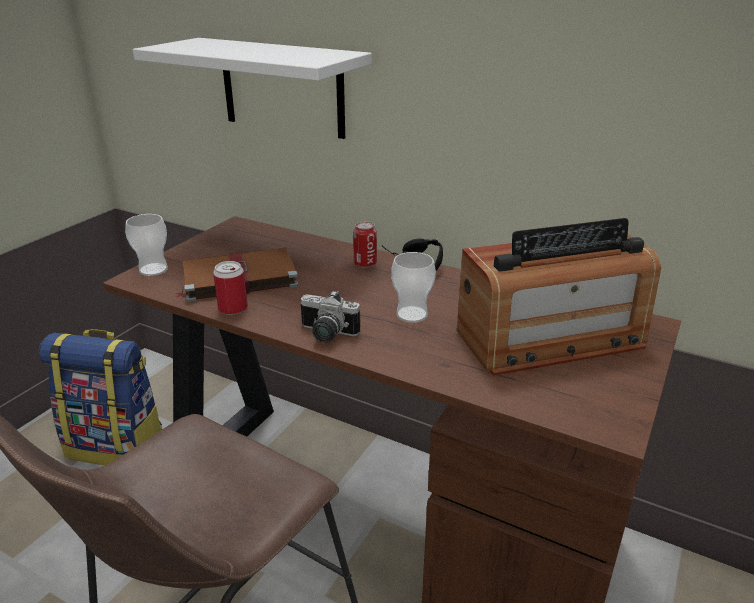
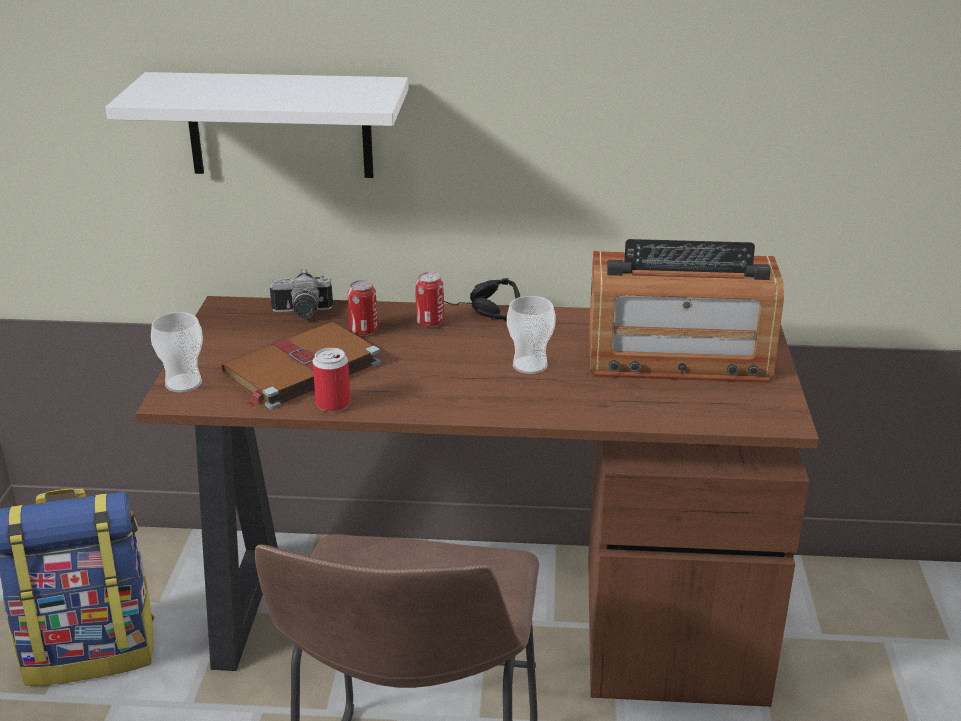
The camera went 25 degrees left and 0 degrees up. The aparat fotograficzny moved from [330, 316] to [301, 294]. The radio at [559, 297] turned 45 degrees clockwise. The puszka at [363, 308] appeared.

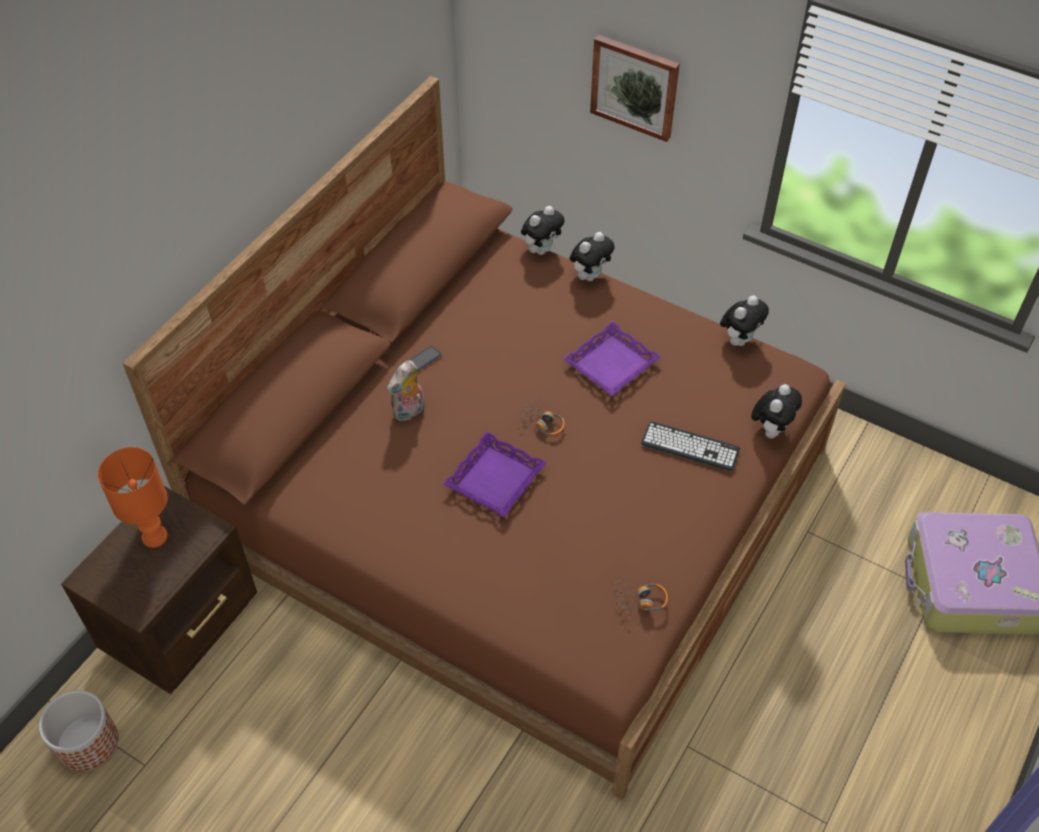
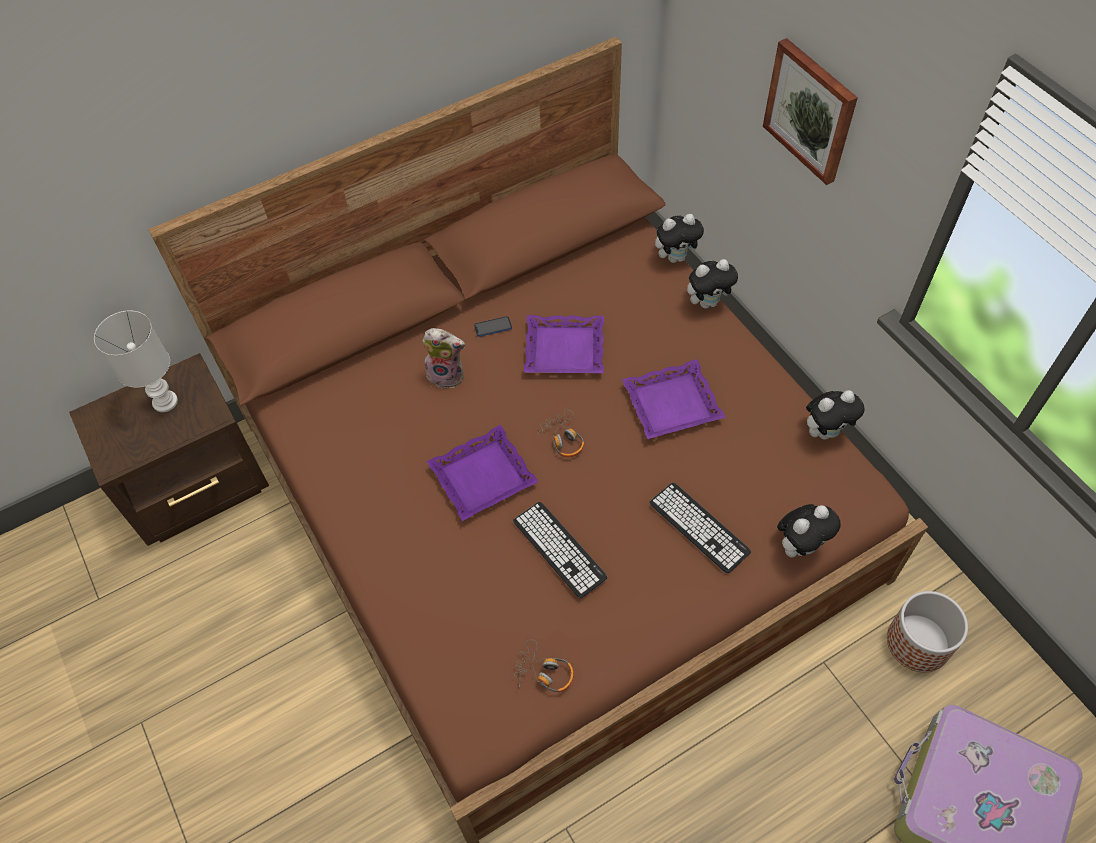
The camera went 30 degrees right and 5 degrees up. The donica moved from [78, 731] to [927, 631]. The lampa stołowa [pomarańczowy] at [133, 497] became the lampa stołowa [biały] at [136, 361]. The pluszak at [406, 391] turned 150 degrees counterclockwise. The klawiatura at [560, 550] appeared. The taca [fioletowy] at [564, 344] appeared.

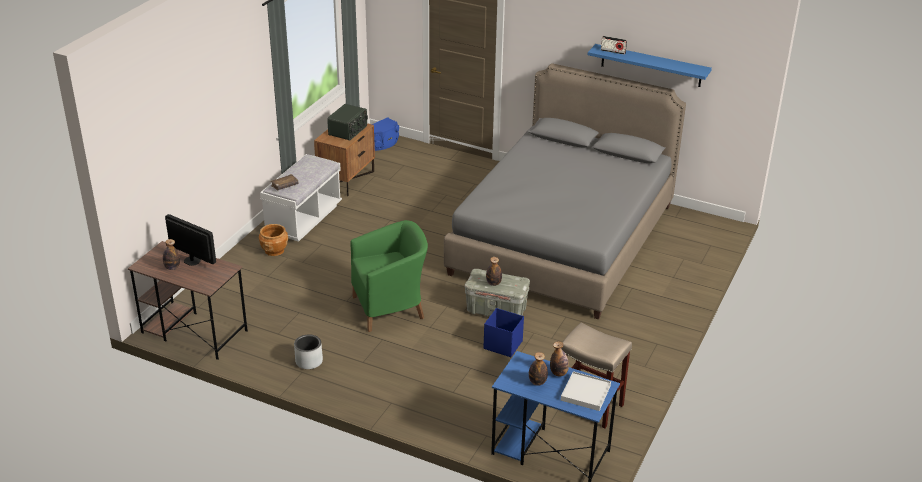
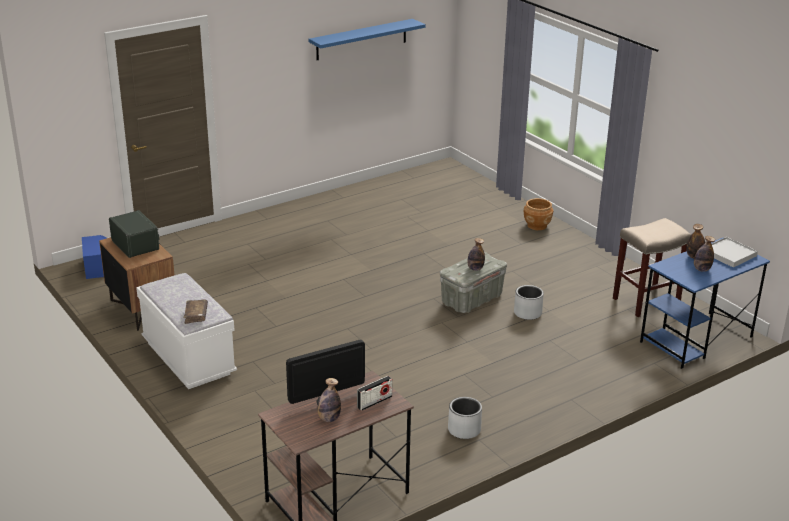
The camera went 60 degrees left and 5 degrees down. The donica [brązowy] moved from [274, 240] to [538, 214]. The fotel [zielony] at [389, 276] disappeared. The łóżko [szary] at [565, 191] disappeared. The pojemnik do przechowywania [niebieski] at [504, 332] was replaced by the donica [szary] at [529, 302]. The radio moved from [614, 45] to [374, 393].

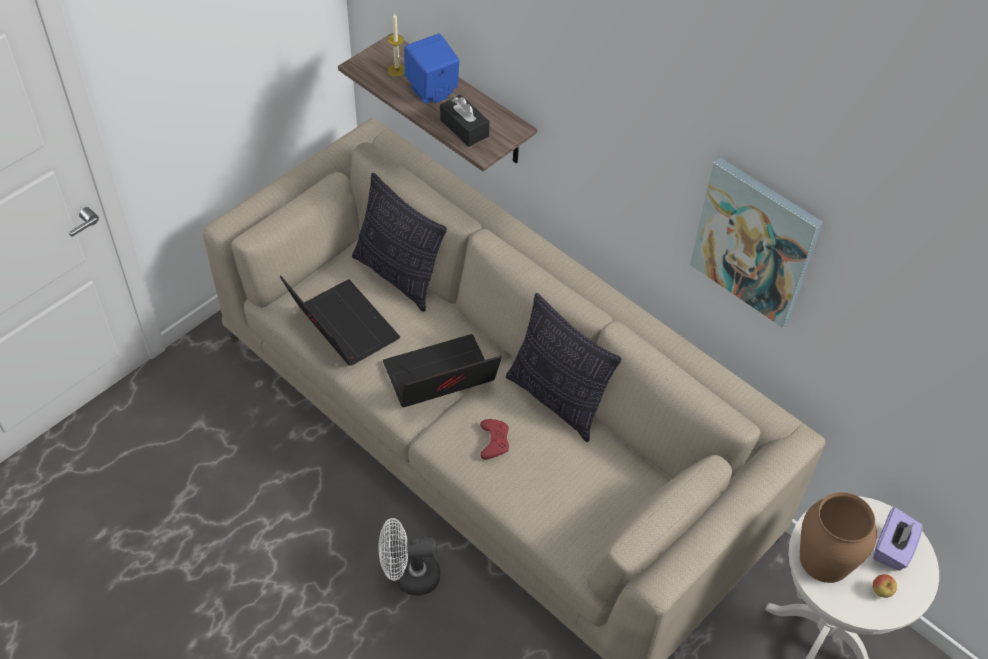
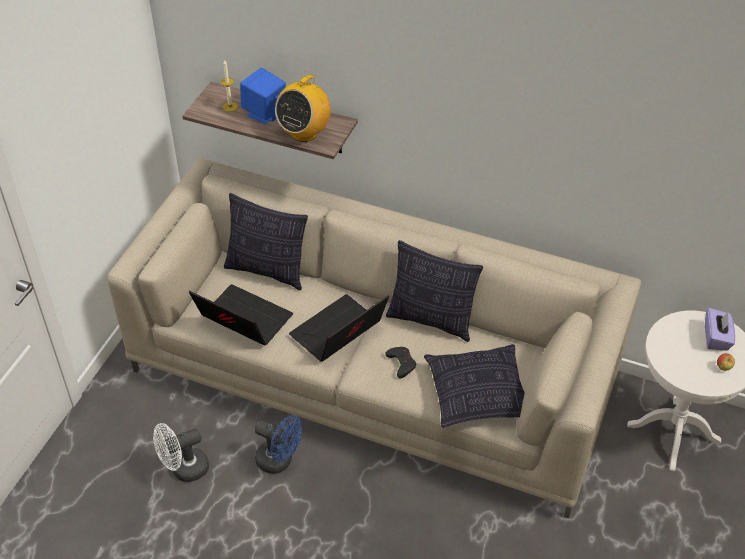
The camera went 20 degrees left and 5 degrees down. The wentylator [biały] moved from [409, 557] to [181, 452]. The pudełko chusteczek [czarny] at [464, 121] was replaced by the radio at [303, 108]. The pad do gier [czerwony] at [494, 439] became the pad do gier [czarny] at [400, 362]. The obraz at [756, 242] disappeared. The wazon [brązowy] at [838, 537] disappeared. The wentylator [niebieski] at [278, 444] appeared. The poduszka at [474, 385] appeared.

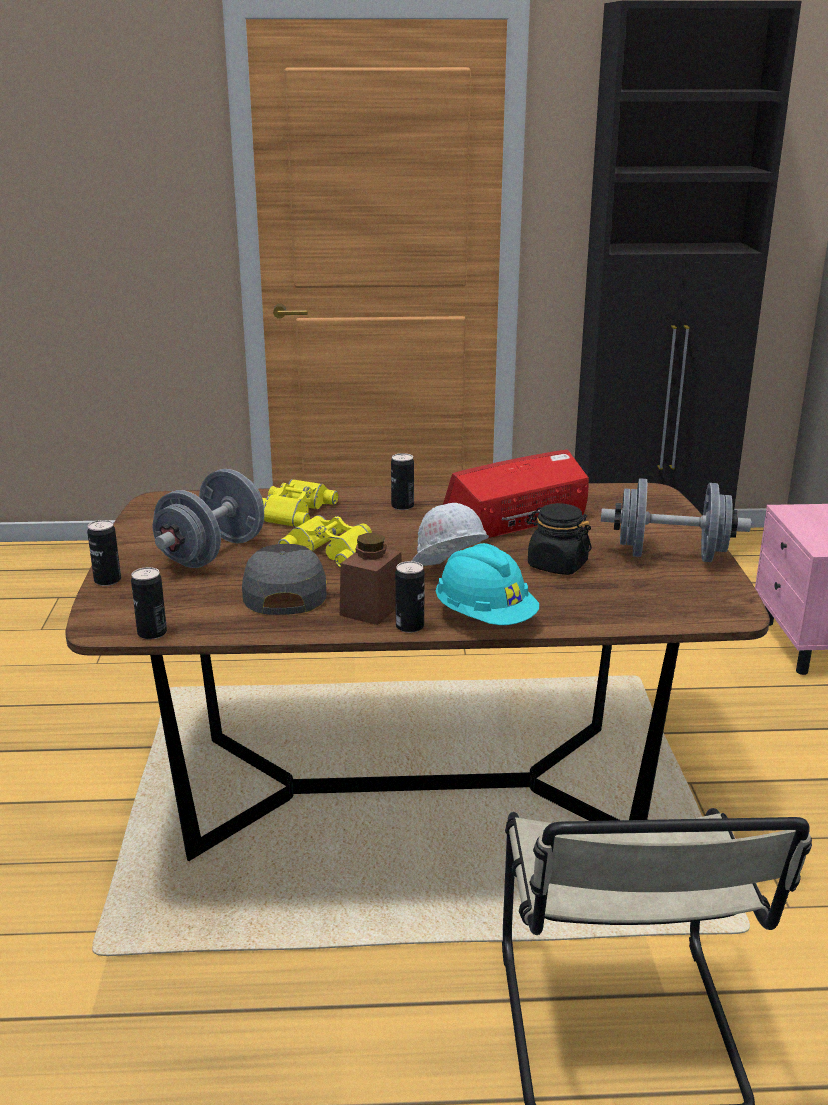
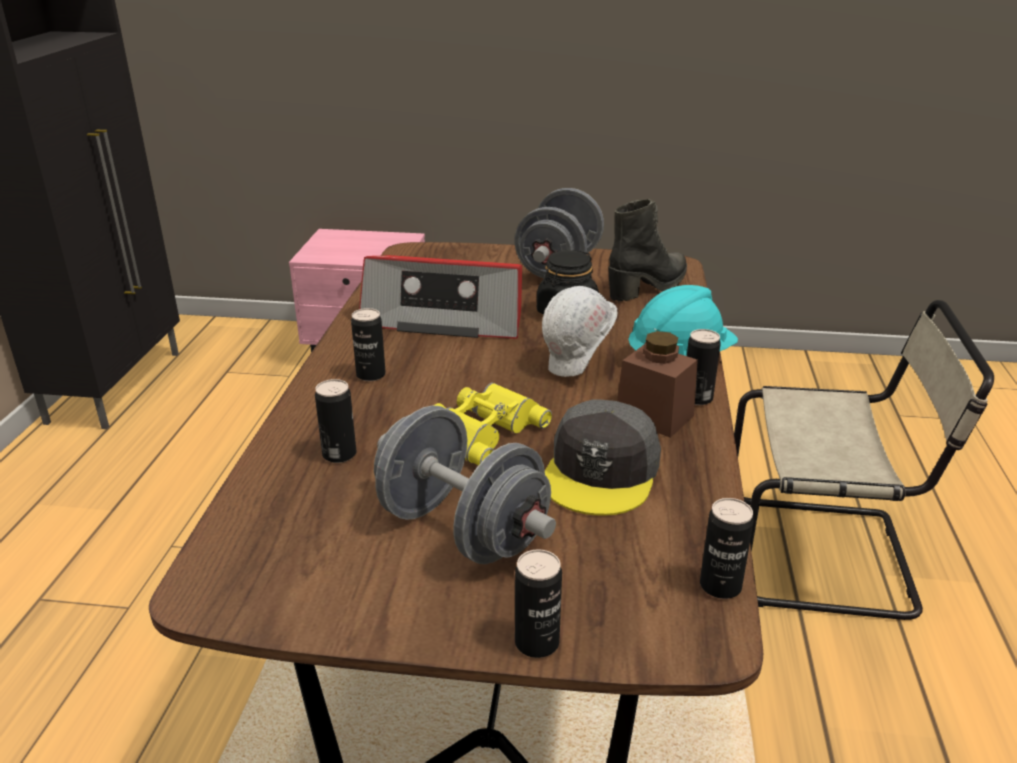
The camera went 80 degrees left and 5 degrees up. The czapka z daszkiem [szary] at [284, 579] turned 75 degrees counterclockwise. The lornetka [żółty] at [300, 503] was replaced by the puszka at [335, 421]. The radio at [516, 494] turned 60 degrees counterclockwise. The but z cholewką [czarny] at [648, 250] appeared.

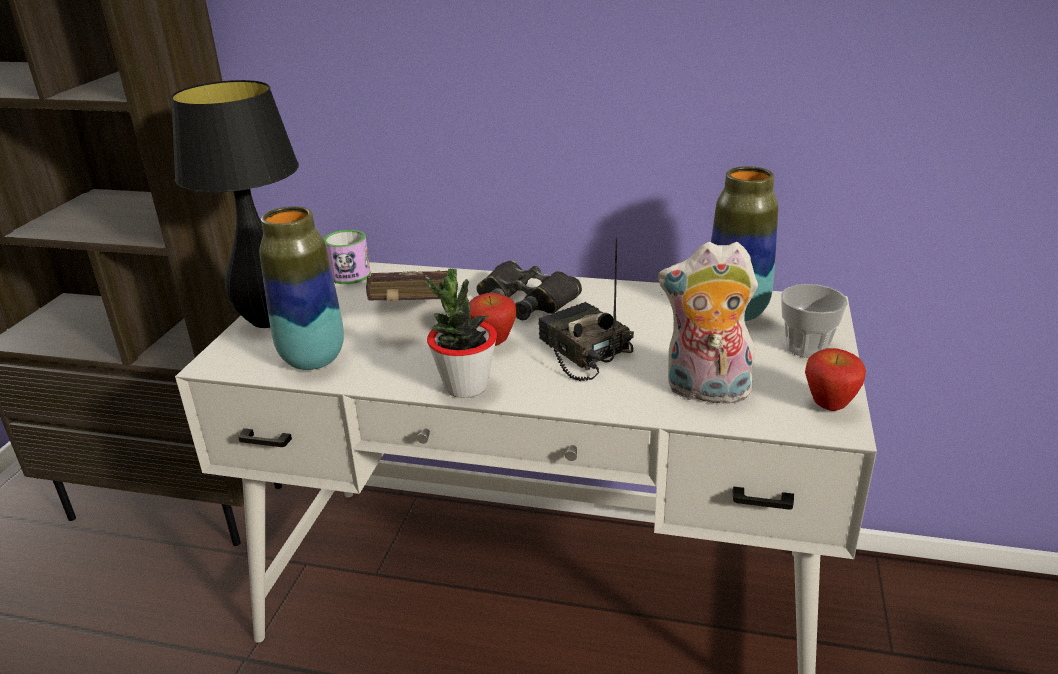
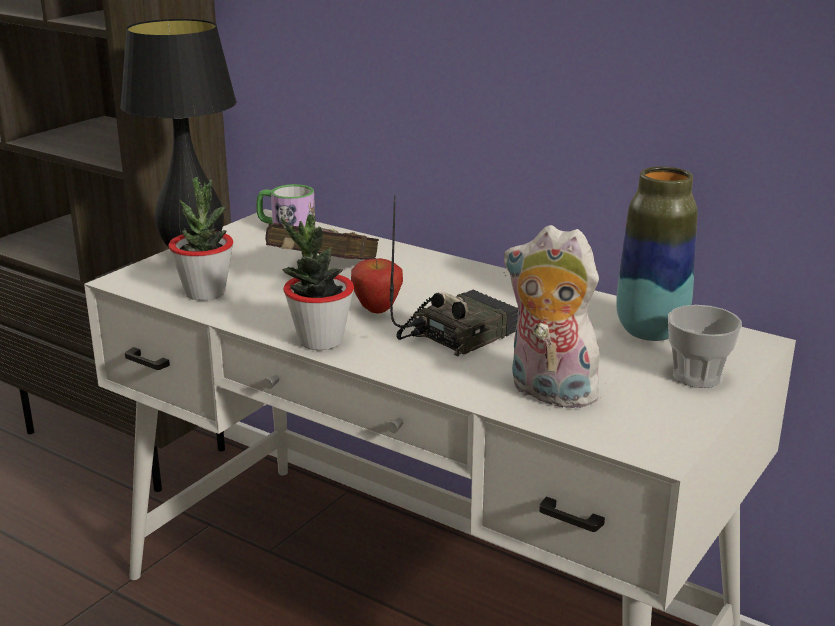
The camera went 20 degrees right and 5 degrees down. The wazon at [301, 288] was replaced by the roślina doniczkowa at [200, 239]. The lornetka [czarny] at [529, 290] disappeared. The radio at [586, 309] turned 60 degrees clockwise. The jabłko at [835, 379] disappeared.

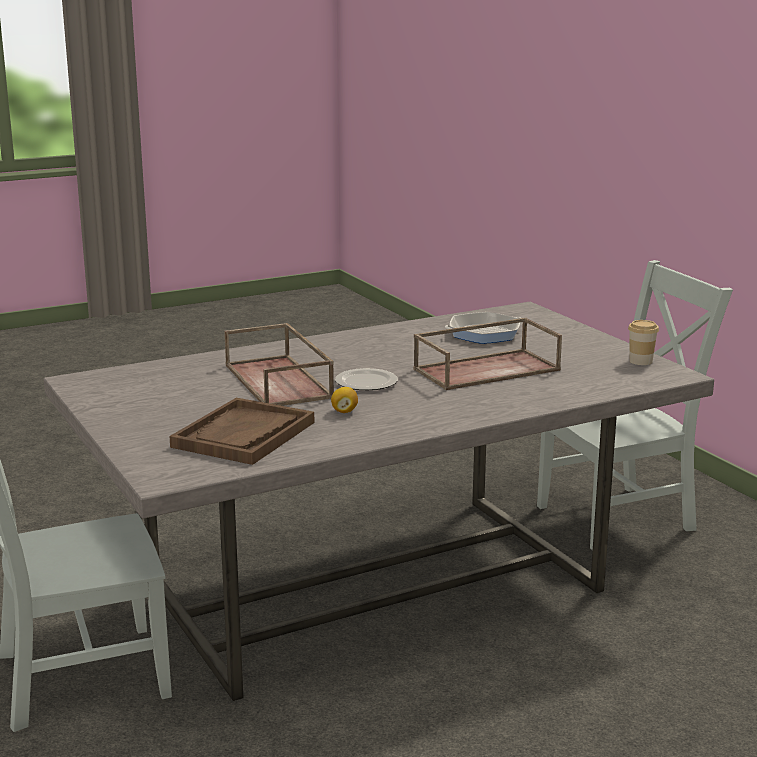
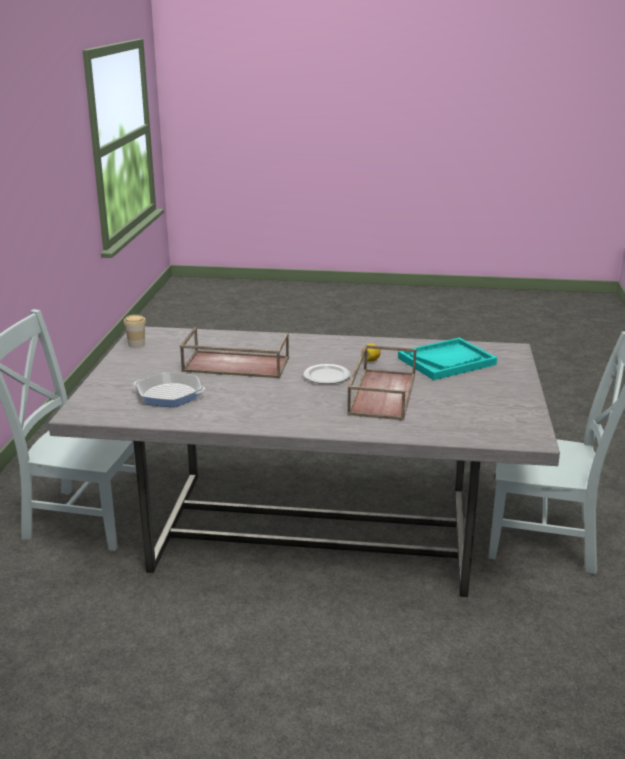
The camera went 145 degrees left and 5 degrees up. The taca [brązowy] at [241, 431] became the taca [turkusowy] at [447, 359].

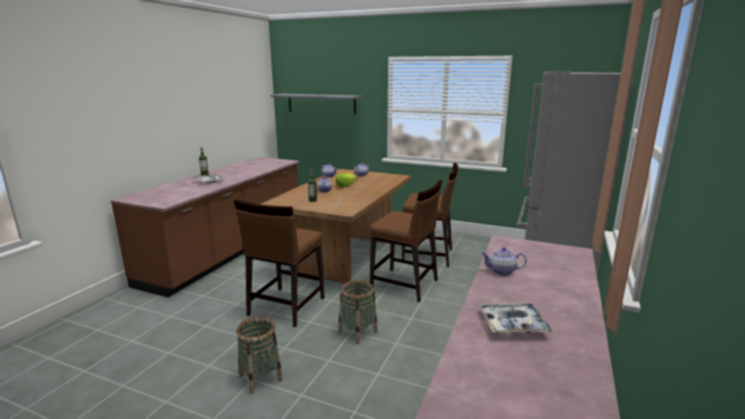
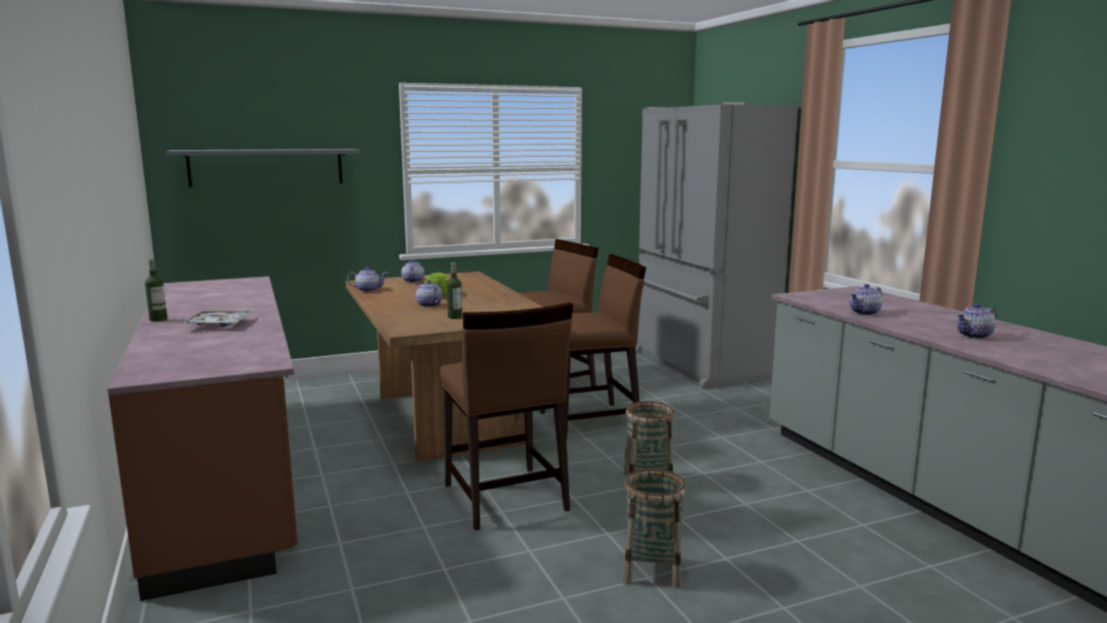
The camera went 45 degrees left and 5 degrees down. The taca at [517, 318] was replaced by the imbryk at [977, 321].

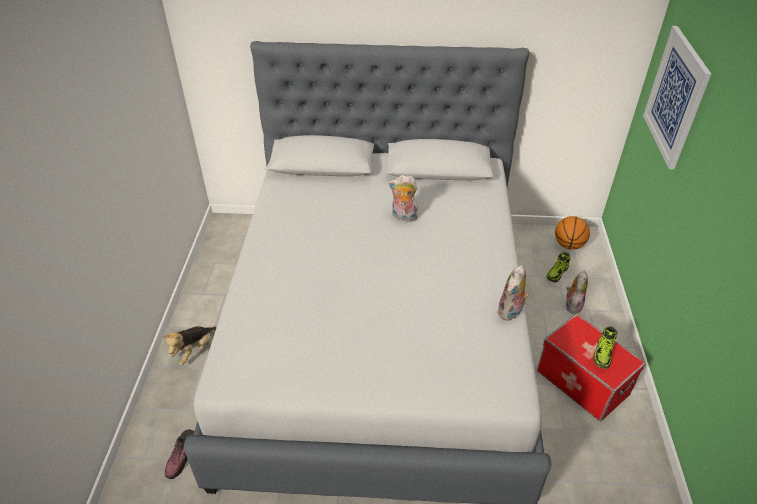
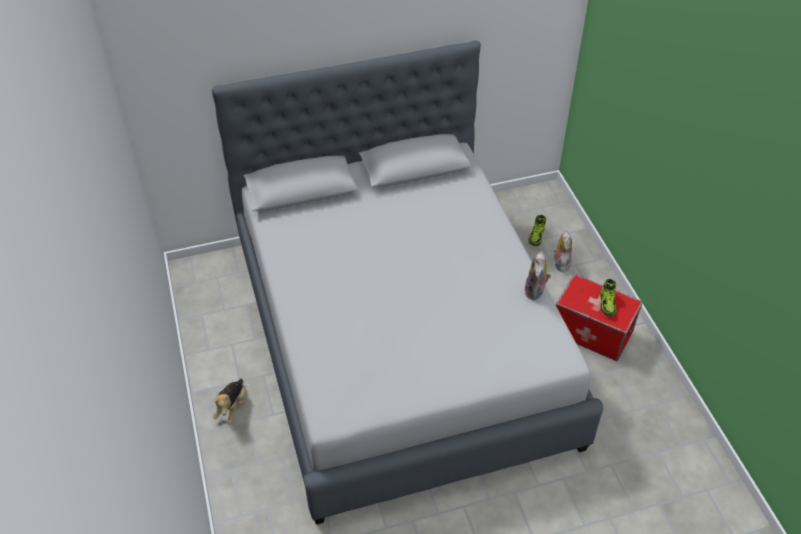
The camera went 20 degrees left and 5 degrees up. The but at [179, 454] disappeared. The pluszak at [404, 198] disappeared. The piłka do koszykówki at [572, 233] disappeared. The obraz at [677, 97] disappeared.

